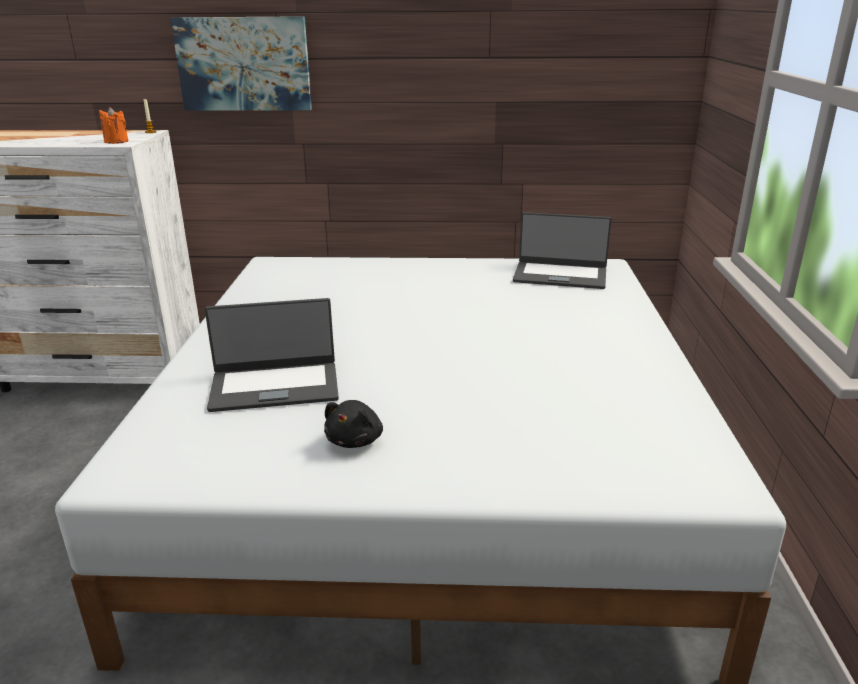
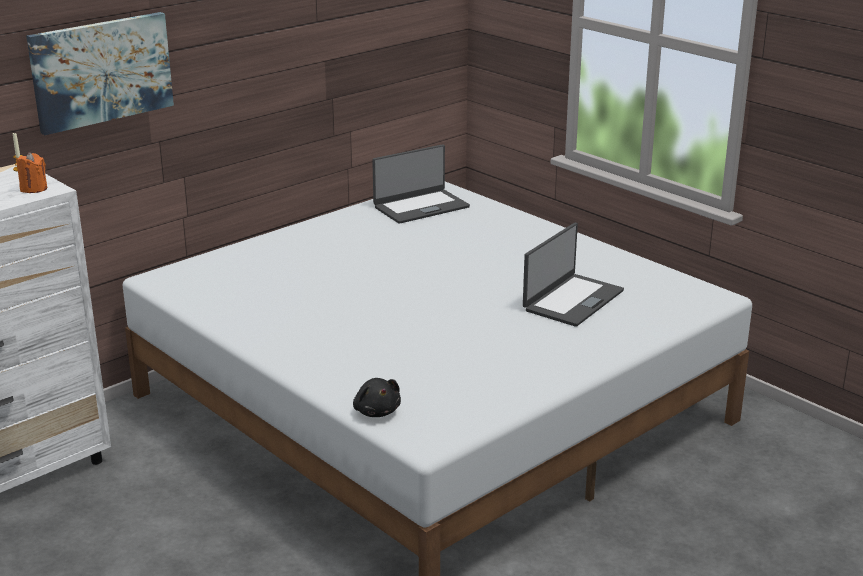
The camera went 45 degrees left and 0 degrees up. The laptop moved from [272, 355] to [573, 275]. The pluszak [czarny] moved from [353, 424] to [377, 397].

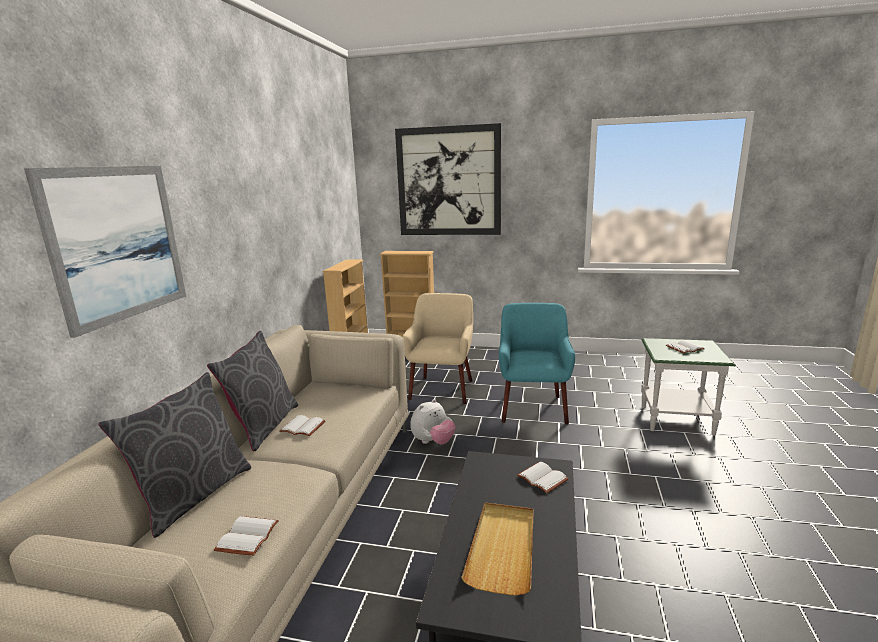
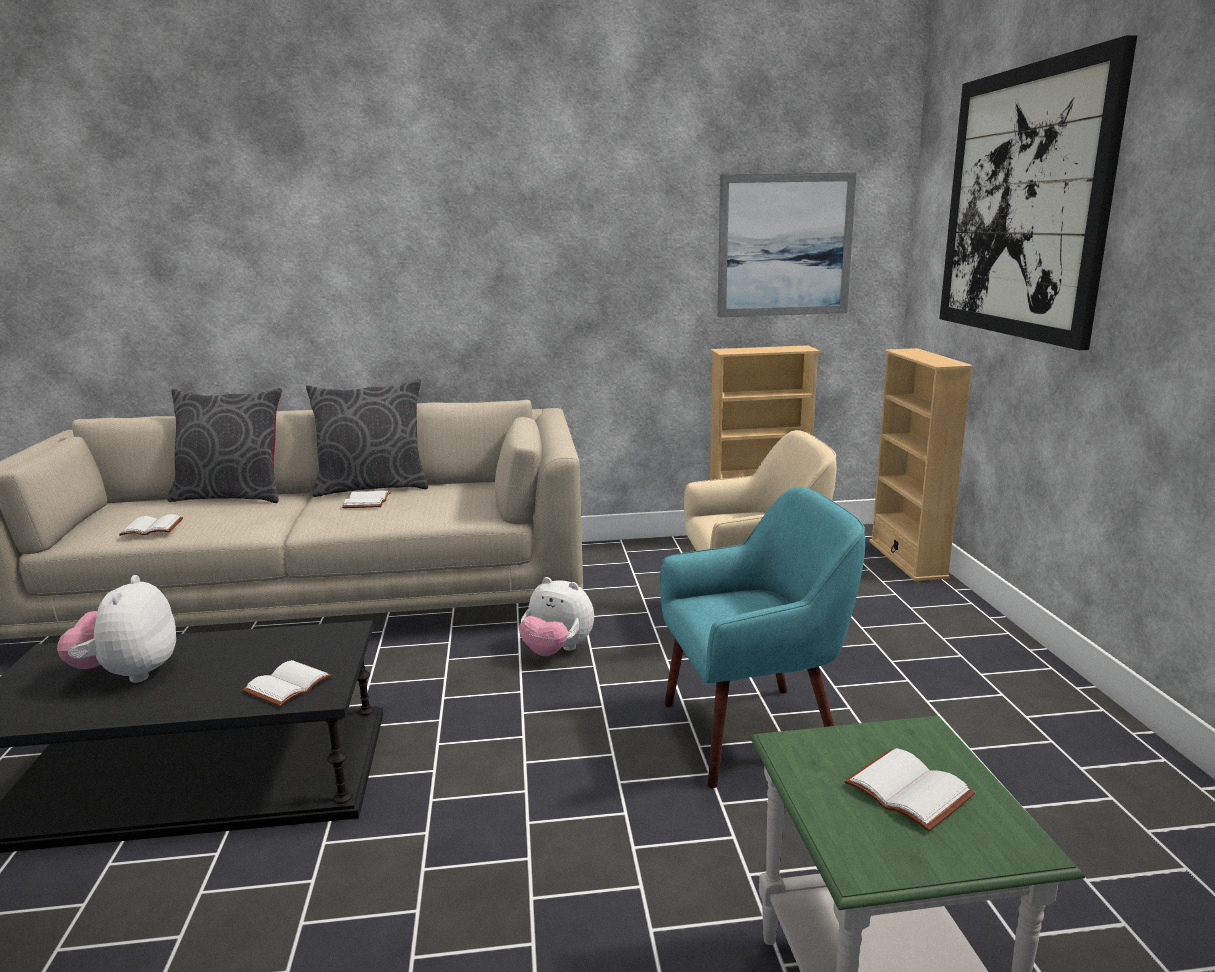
The camera went 70 degrees right and 0 degrees up. The obraz moved from [105, 252] to [787, 244]. The taca [beżowy] at [497, 549] was replaced by the pluszak at [116, 629].

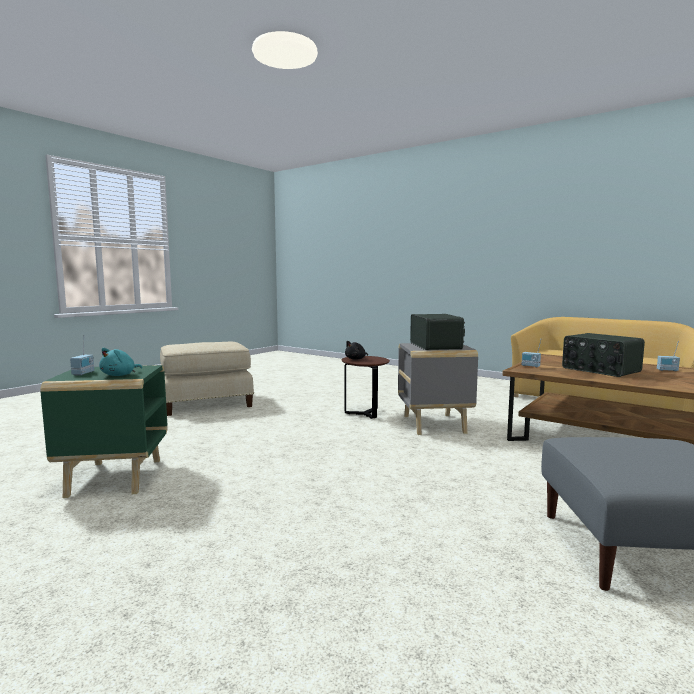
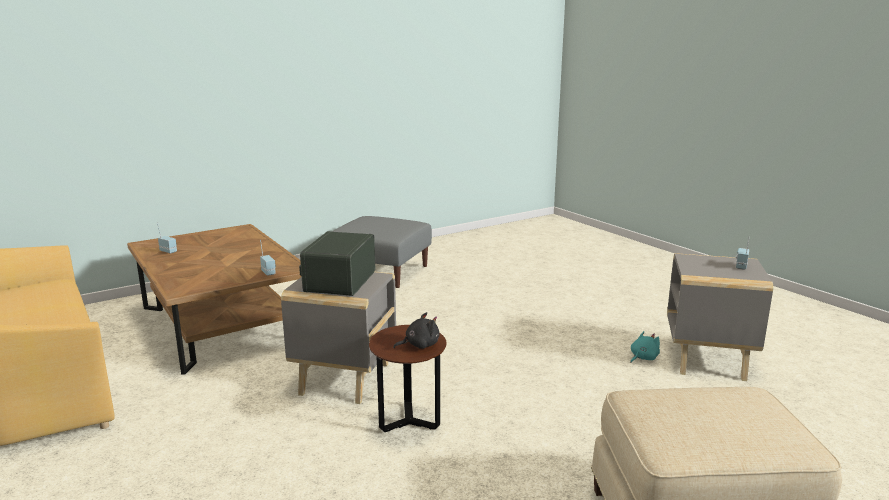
The camera went 160 degrees left and 10 degrees up. The stolik [zielony] at [103, 431] became the stolik [szary] at [720, 317]. The pluszak [turkusowy] moved from [120, 362] to [645, 347]. The radio at [603, 355] disappeared.

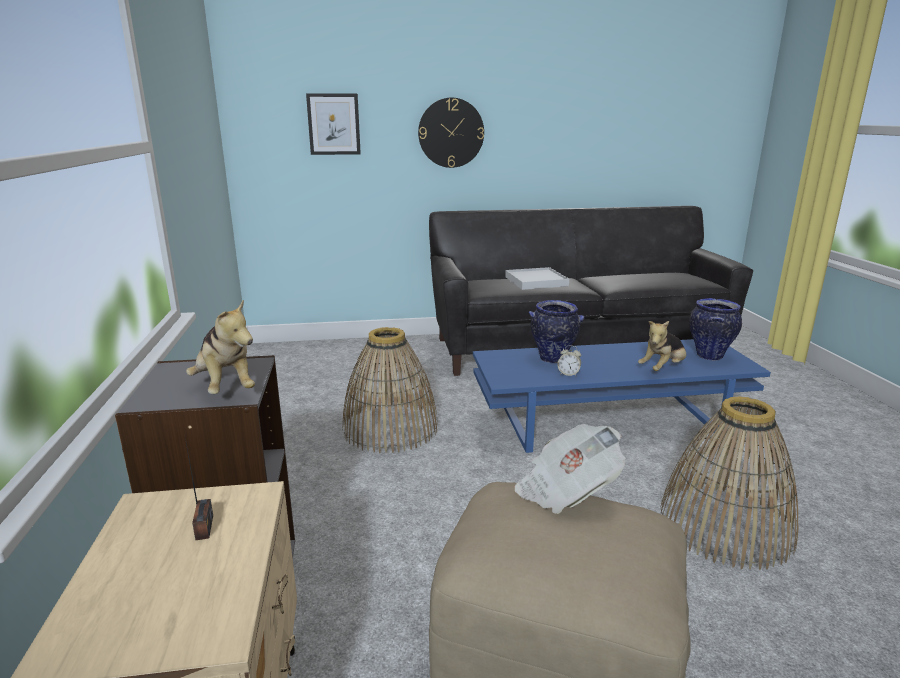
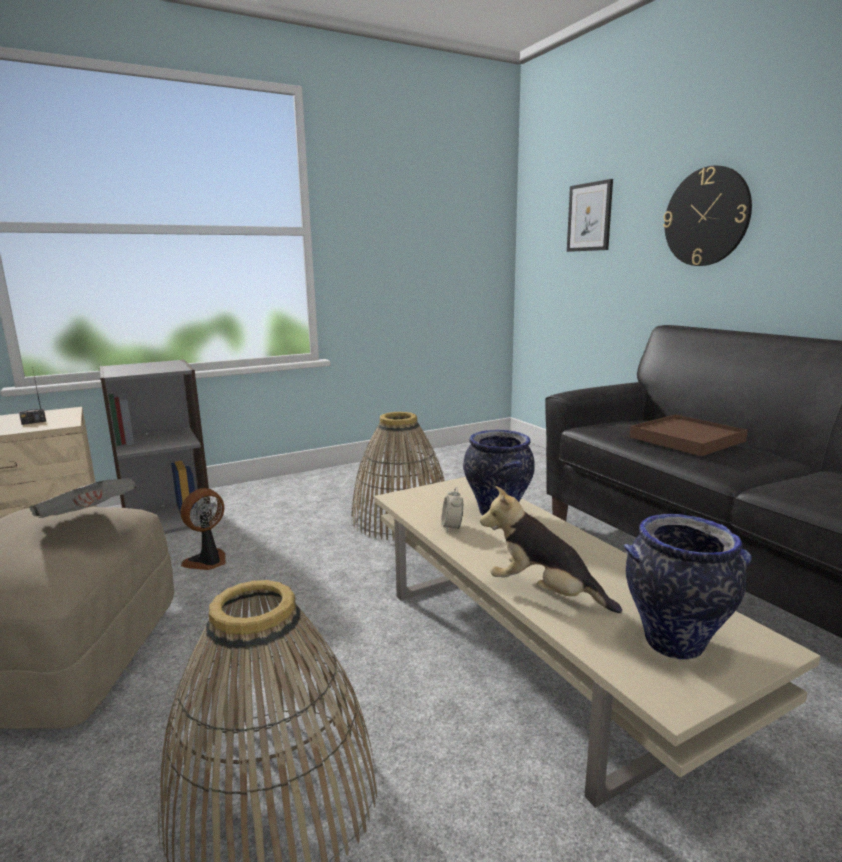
The camera went 70 degrees right and 5 degrees down. The pluszak at [220, 347] disappeared. The ława [niebieski] at [622, 396] became the ława [beżowy] at [597, 642]. The taca [biały] at [537, 278] became the taca [brązowy] at [688, 435]. The wentylator at [203, 529] appeared.

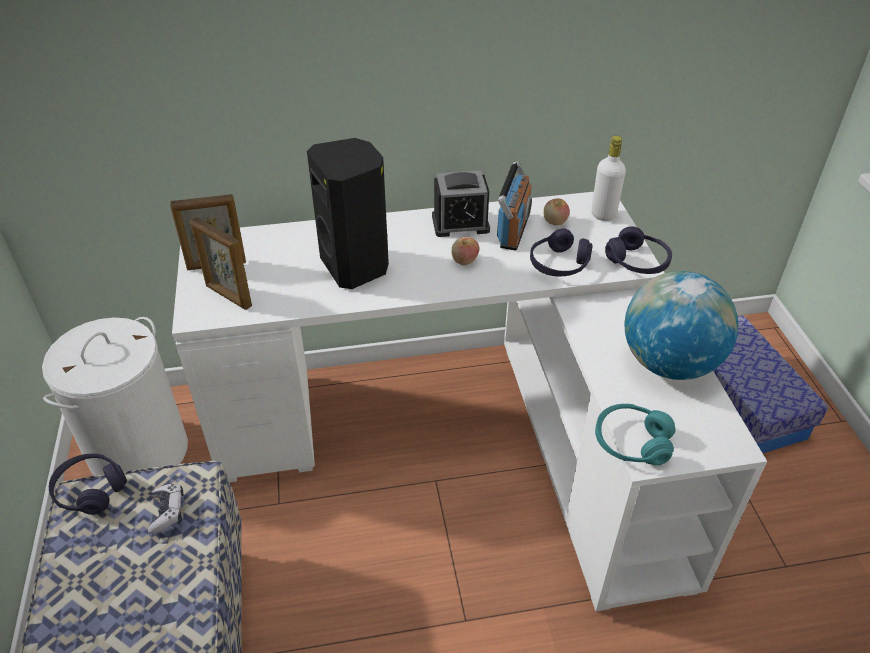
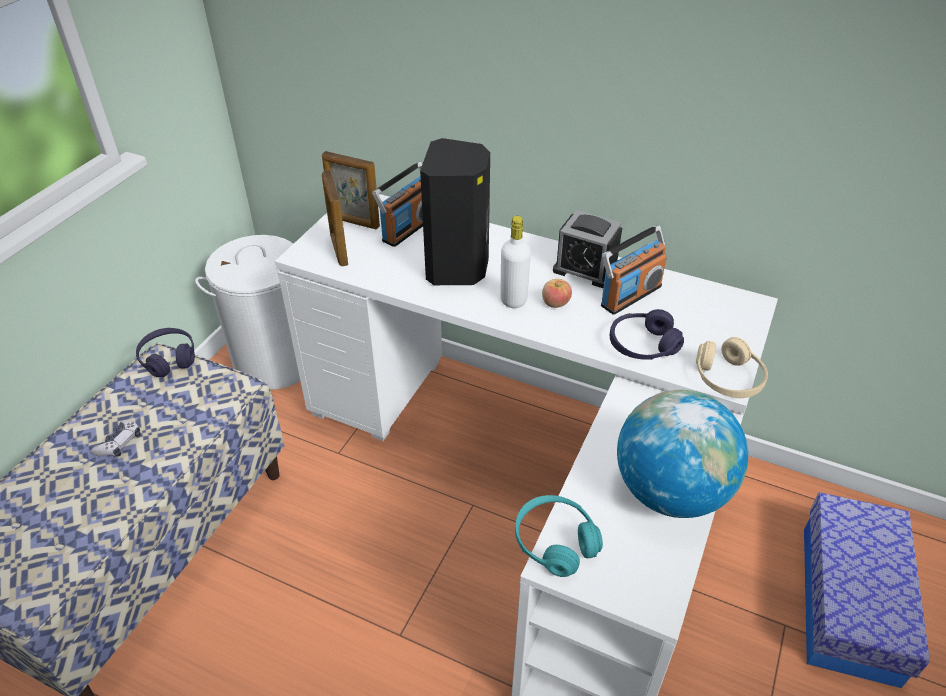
The camera went 35 degrees right and 0 degrees up. The pad do gier moved from [166, 509] to [115, 438]. The jabłko at [556, 212] disappeared. The butelka [biały] moved from [608, 178] to [515, 262]. The słuchawki [fioletowy] at [638, 250] became the słuchawki [beżowy] at [732, 367]. The radio at [397, 204] appeared.

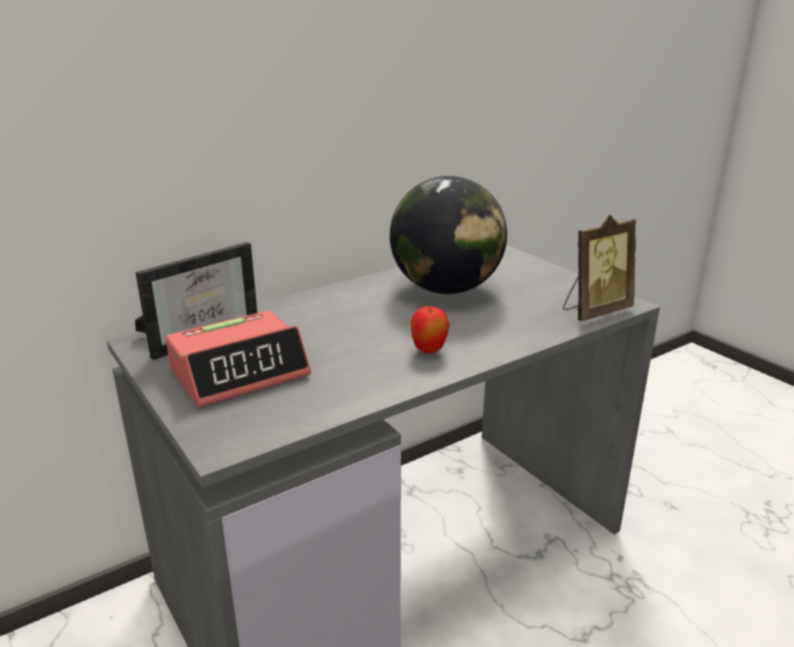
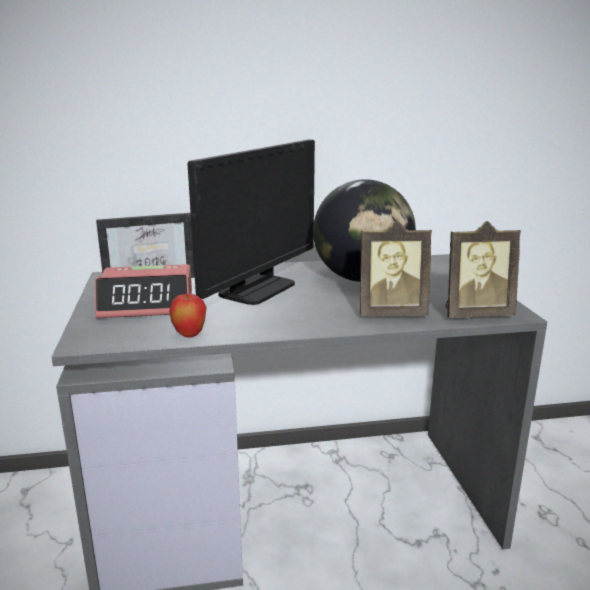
The camera went 25 degrees right and 5 degrees down. The jabłko moved from [430, 329] to [187, 315]. The monitor at [251, 222] appeared. The ramka na zdjęcie at [396, 268] appeared.

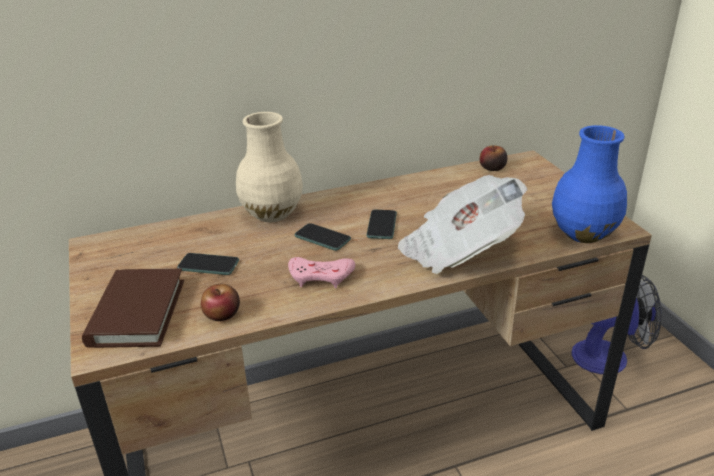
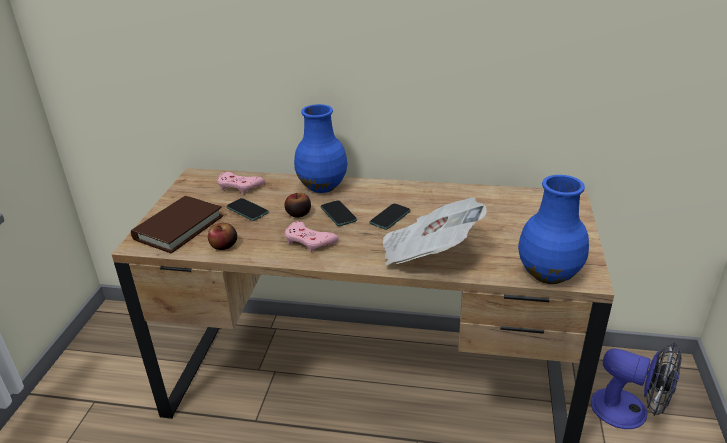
The camera went 30 degrees right and 0 degrees up. The wazon [beżowy] at [269, 167] became the wazon [niebieski] at [321, 148]. The jabłko moved from [493, 158] to [297, 205]. The pad do gier [różowy] at [241, 183] appeared.

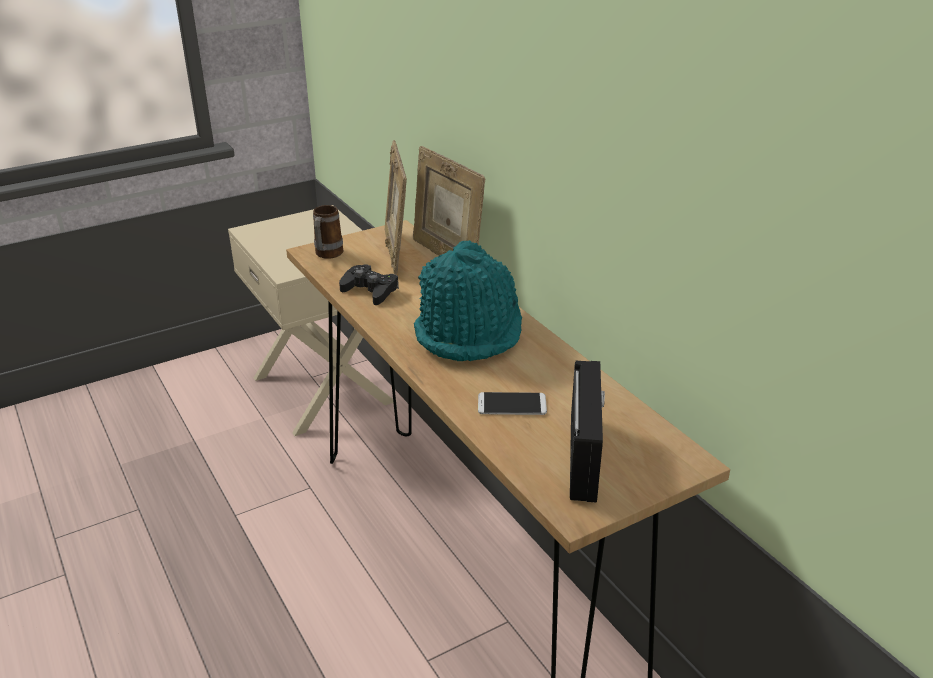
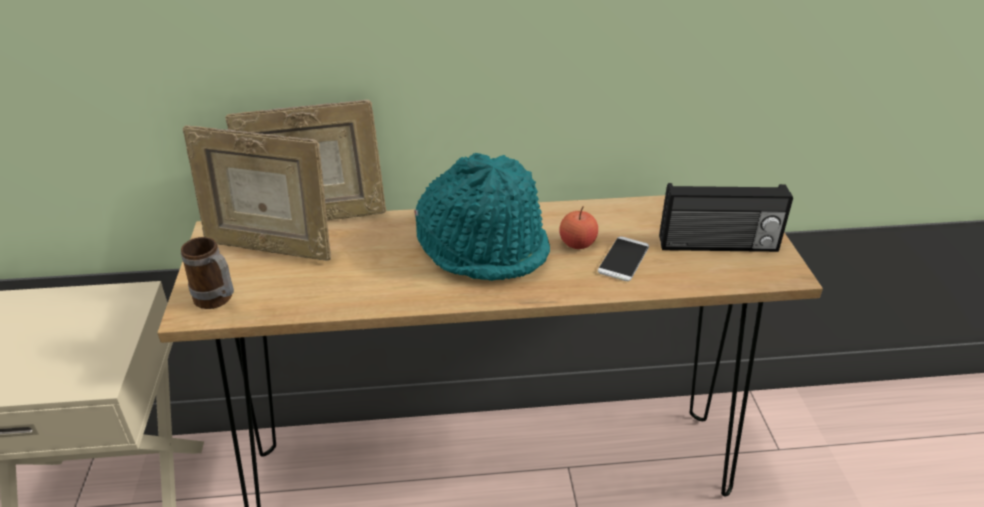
The camera went 65 degrees left and 5 degrees up. The pad do gier [czarny] at [369, 284] disappeared. The radio at [587, 432] turned 150 degrees clockwise. The jabłko at [578, 227] appeared.

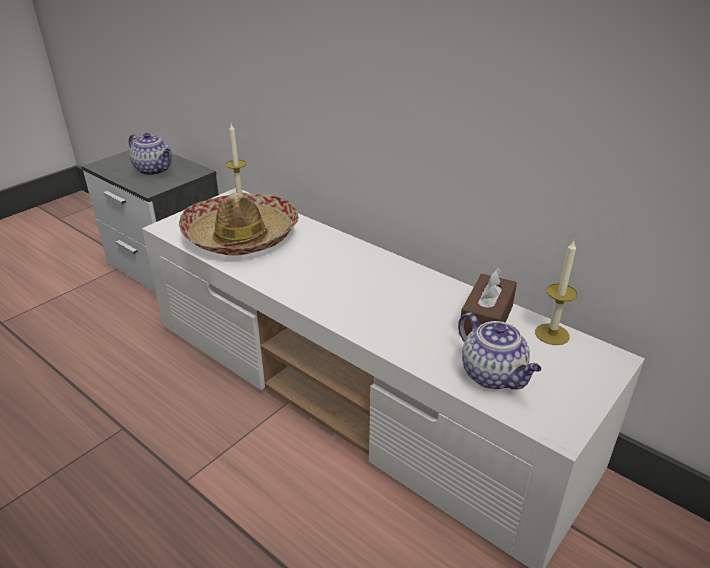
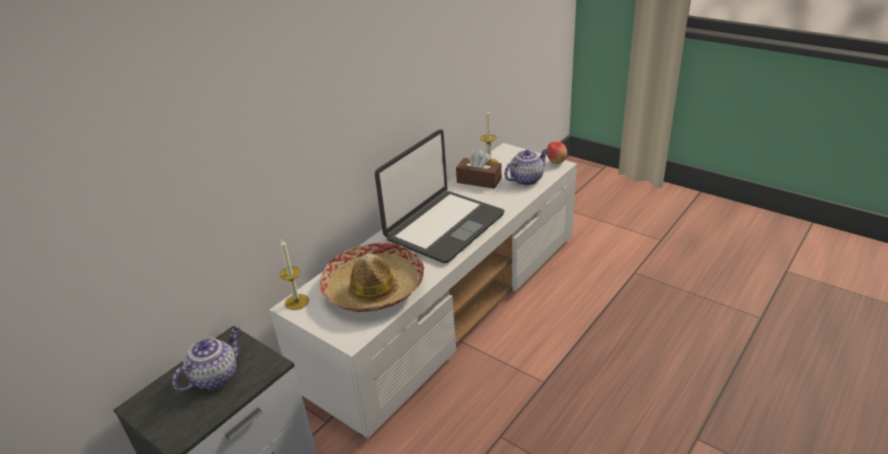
The camera went 90 degrees left and 0 degrees up. The laptop at [440, 196] appeared. The jabłko at [557, 152] appeared.

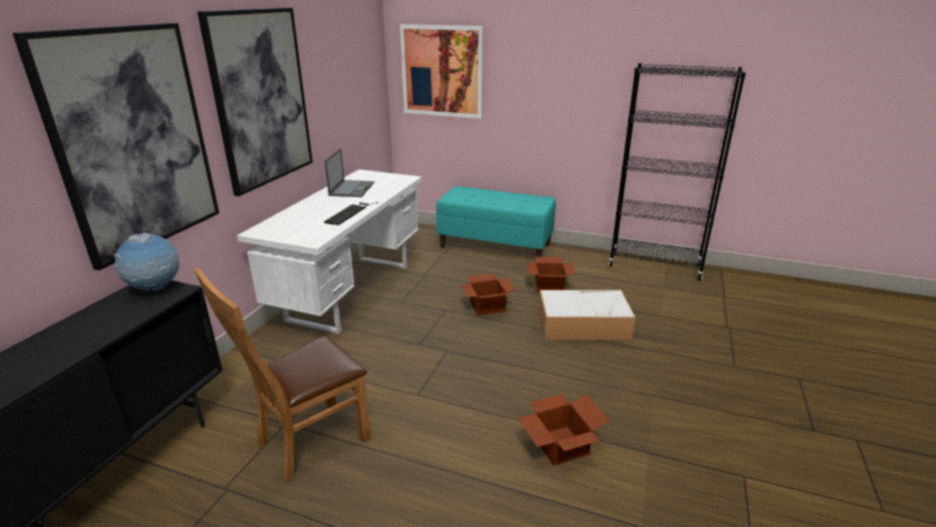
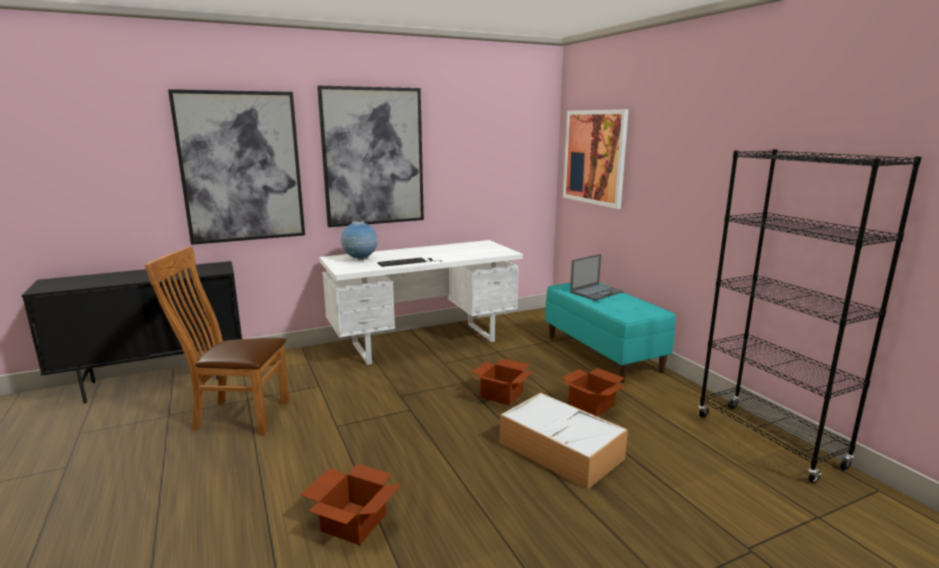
The camera went 45 degrees right and 10 degrees down. The globus moved from [146, 262] to [359, 240]. The laptop moved from [349, 173] to [597, 277].

